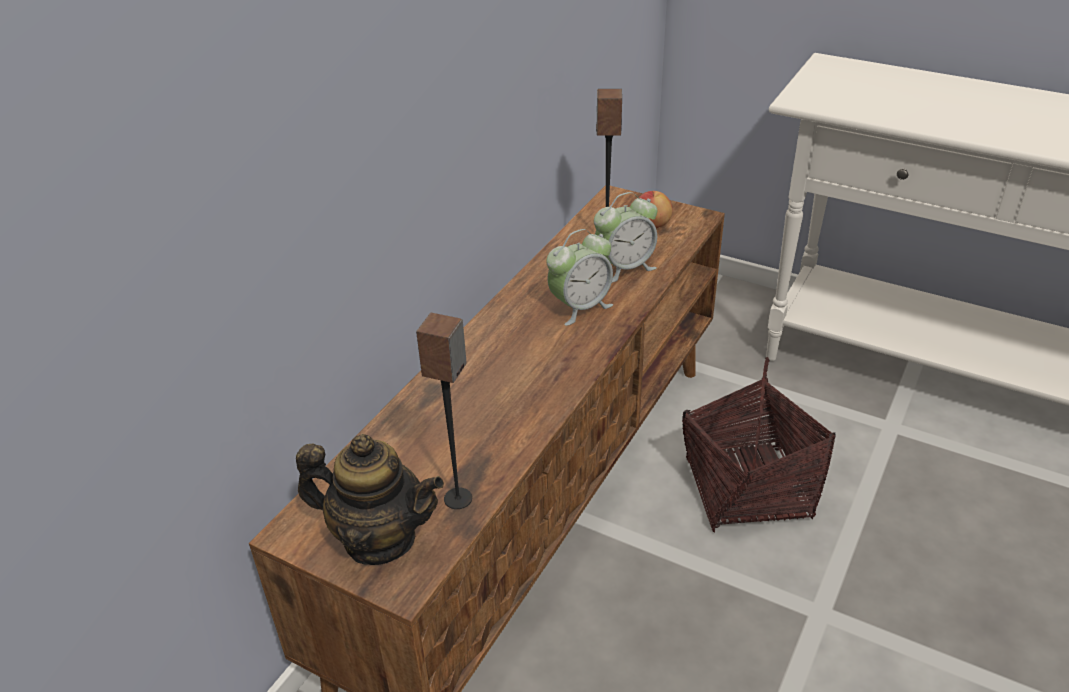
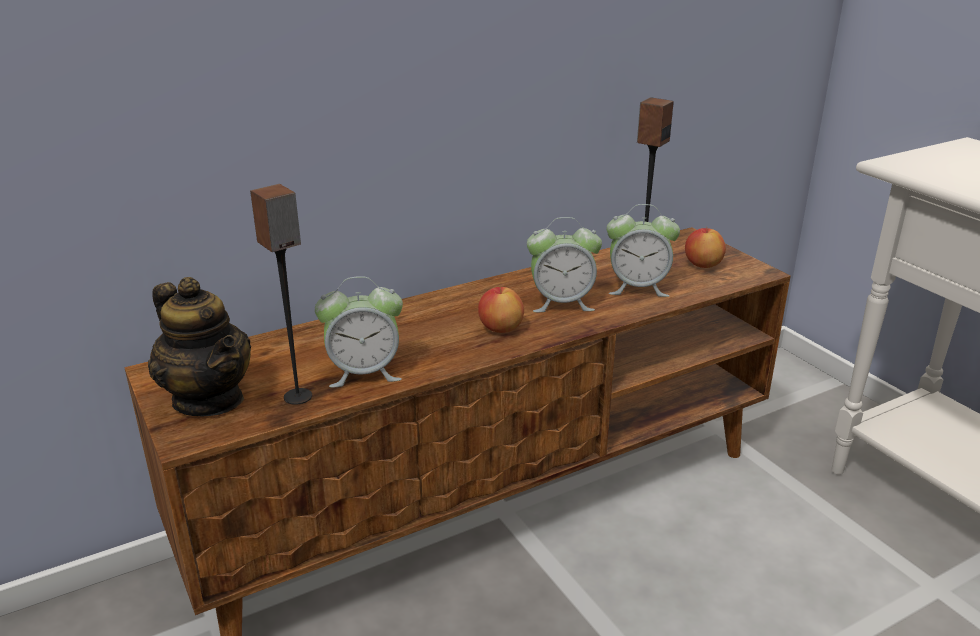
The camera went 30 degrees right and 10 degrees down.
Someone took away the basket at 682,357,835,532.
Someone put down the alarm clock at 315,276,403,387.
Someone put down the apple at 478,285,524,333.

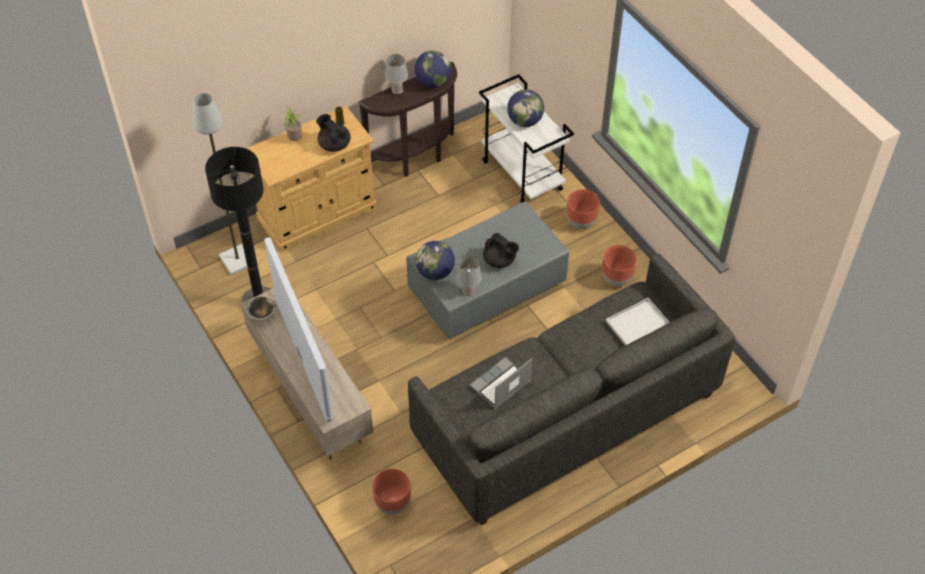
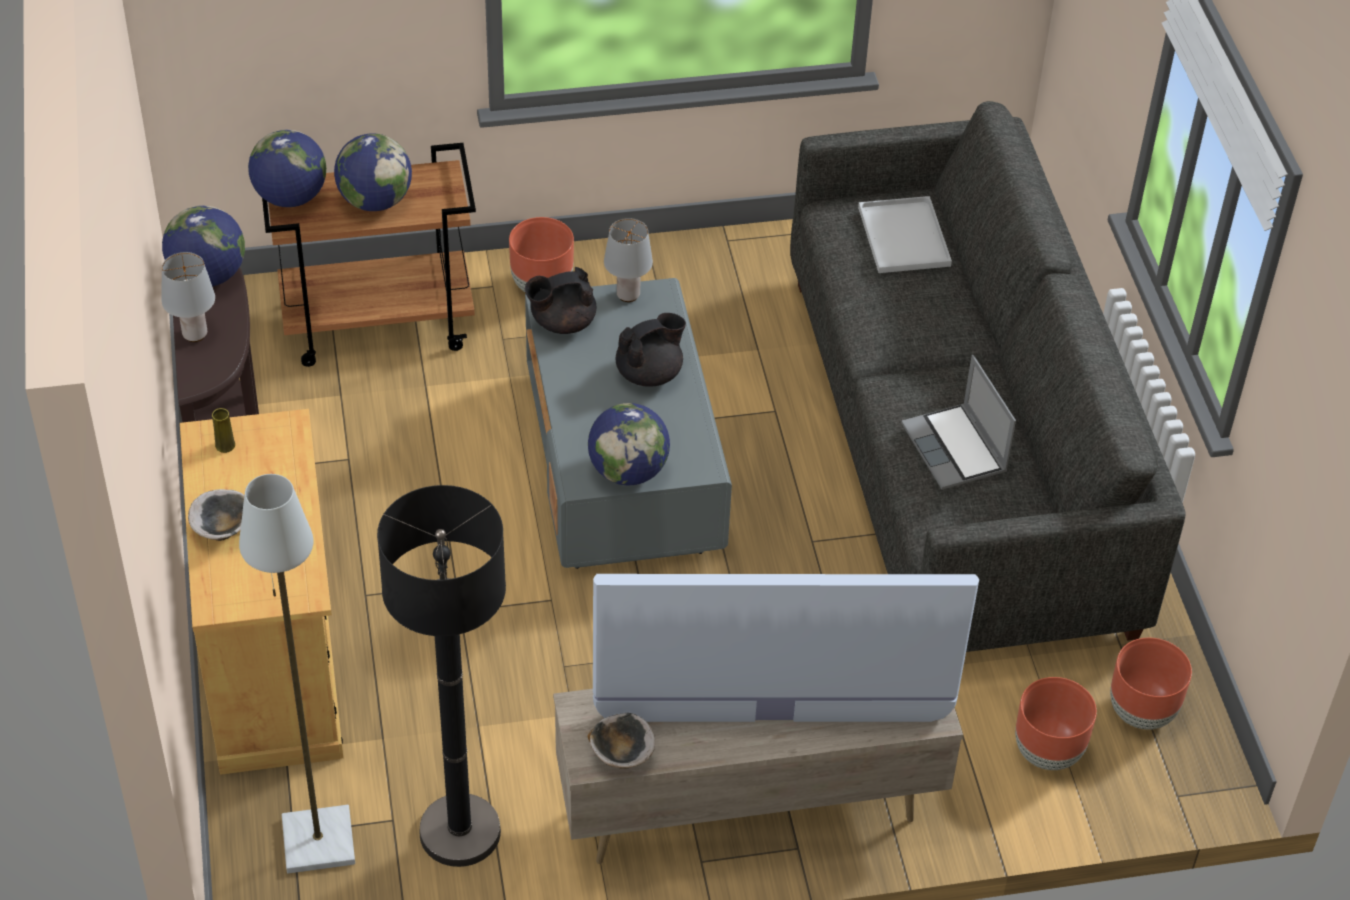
The camera went 70 degrees left and 5 degrees down.
Someone put down the globe at 248,130,326,207.
Someone carried the black teapot from 316,114,351,152 to 525,267,596,334.
Someone carried the grey table lamp from 456,256,482,296 to 604,218,653,302.
Someone carried the brown planter from 602,245,637,286 to 1110,638,1192,730.
Someone swapped the potted plant at 284,106,302,141 for the bowl at 188,489,244,541.
Someone repainted the white cart at 479,74,574,203, which became the brown cart at 262,143,476,367.

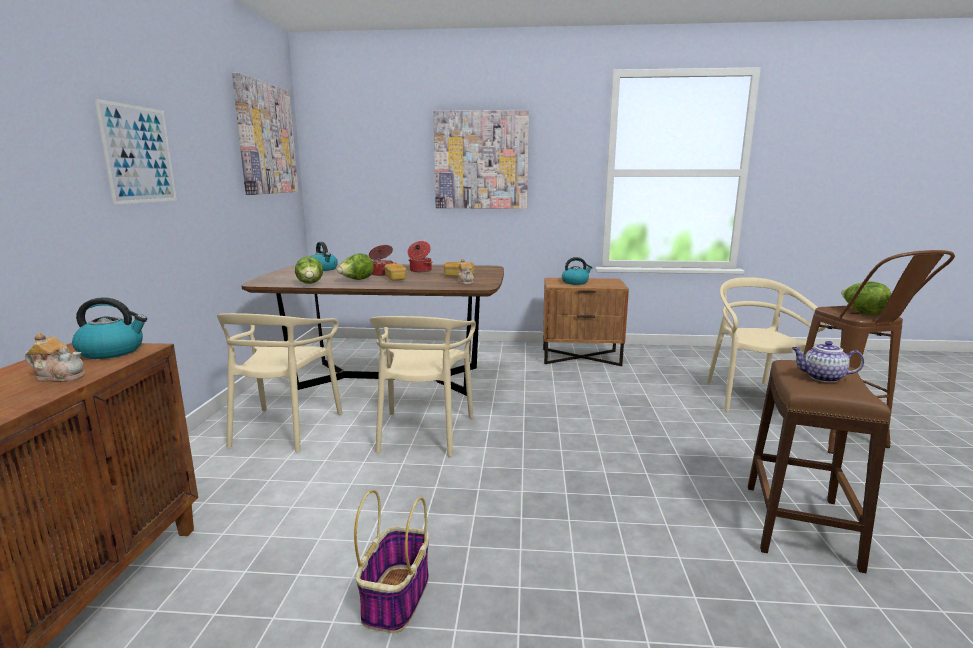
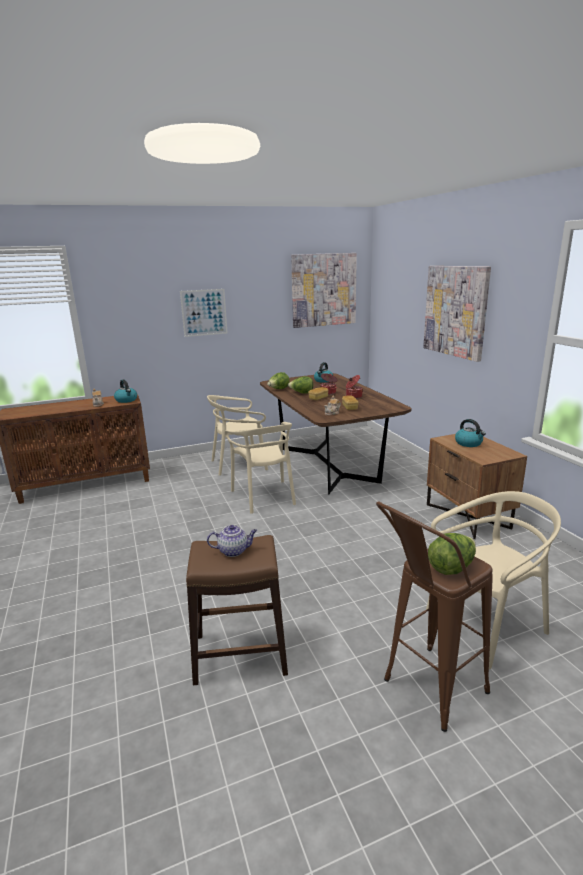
The camera went 65 degrees right and 5 degrees up.
Someone took away the basket at 354,490,429,633.
Someone rotated the beige chair at 370,316,476,457 by 90 degrees counterclockwise.
Someone rotated the teapot at 792,341,864,382 by 90 degrees clockwise.

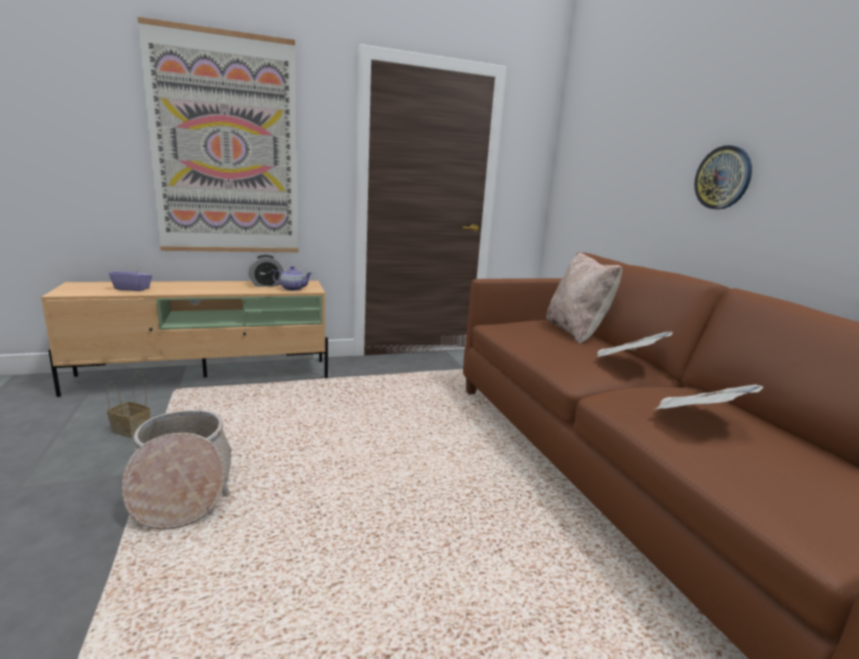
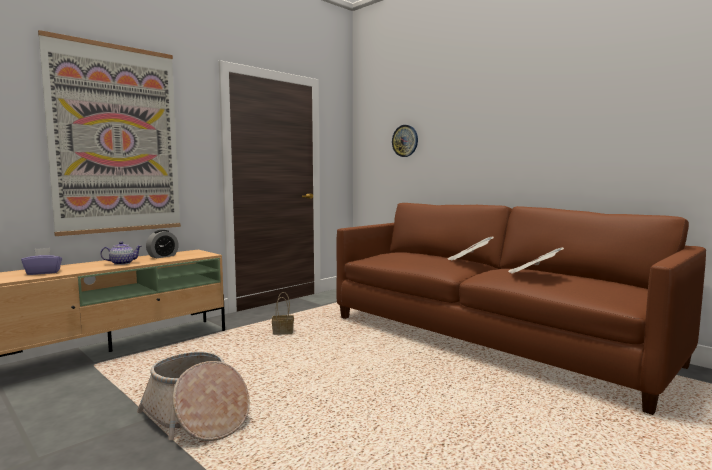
The camera went 25 degrees left and 10 degrees down.
Someone took away the beige pillow at 546,252,622,343.
Someone carried the basket from 106,371,150,438 to 272,292,294,335.
Someone carried the teapot from 273,266,312,291 to 100,241,141,265.
Someone carried the wall clock from 694,145,752,209 to 392,125,418,157.

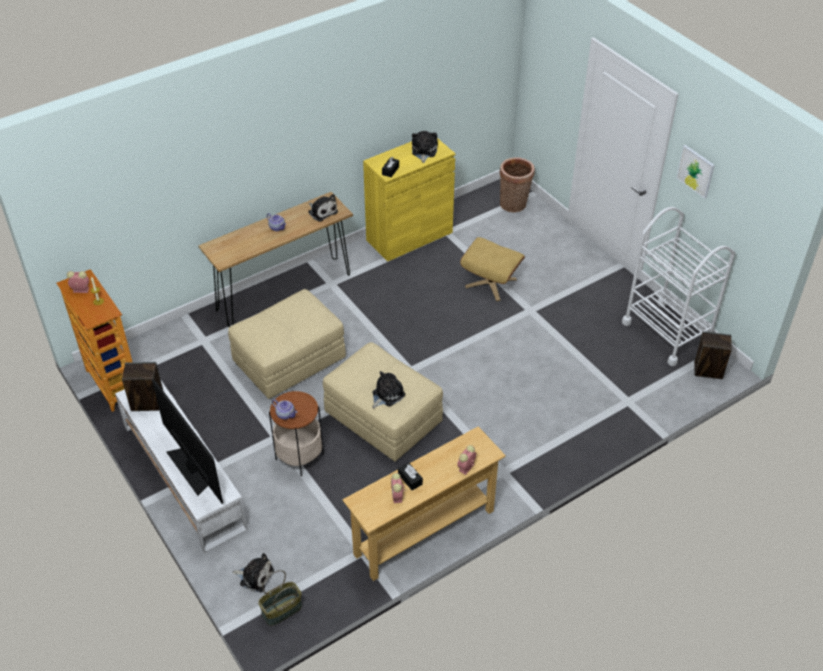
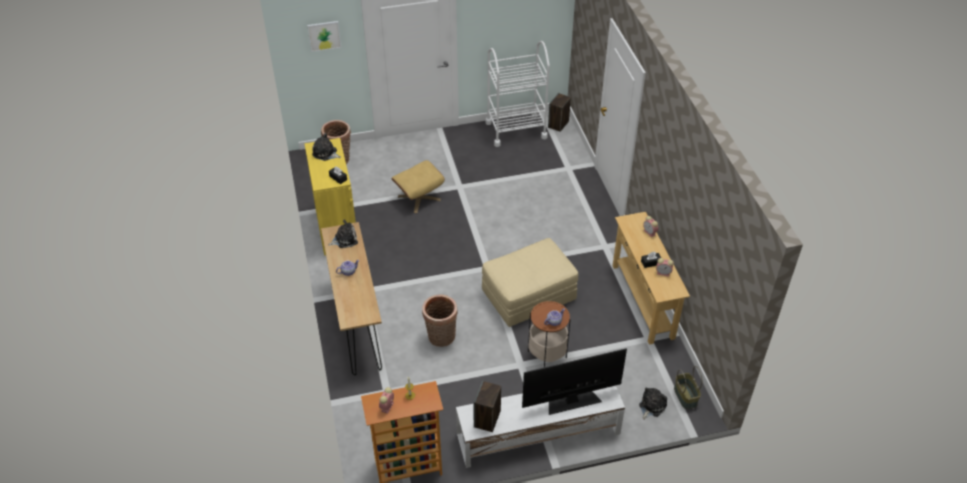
The camera went 70 degrees left and 0 degrees up.
Someone took away the plush toy at 372,371,405,408.
Someone carried the picture from 676,145,715,199 to 307,21,341,52.
Someone swapped the beige ottoman at 228,289,346,399 for the basket at 422,295,458,347.

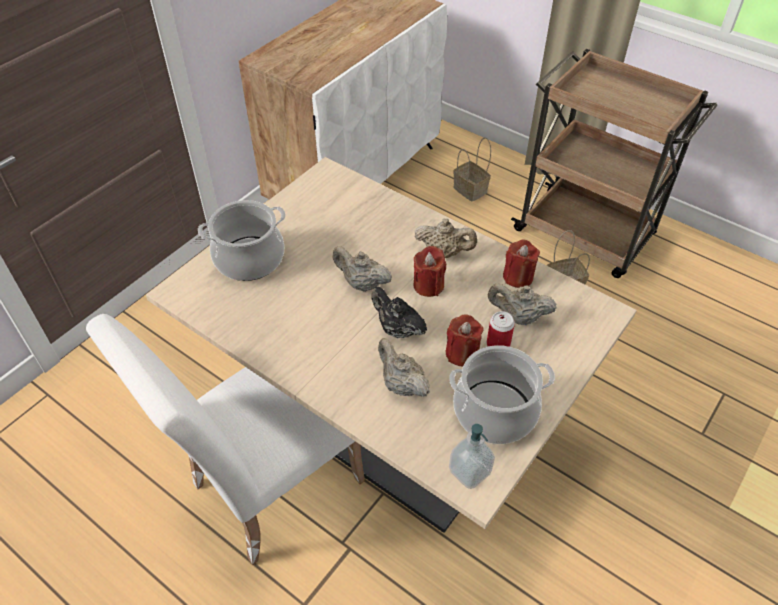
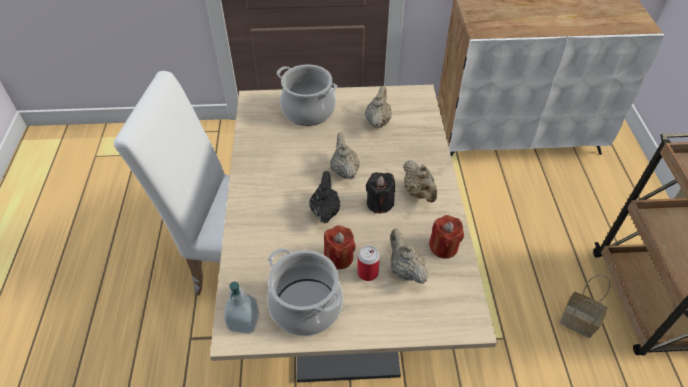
The camera went 50 degrees right and 0 degrees up.
Someone took away the basket at 453,137,491,201.
Someone carried the beige teapot from 378,338,430,397 to 365,86,392,128.
Someone repainted the red candle at 414,246,446,297, which became the black candle at 366,172,395,214.

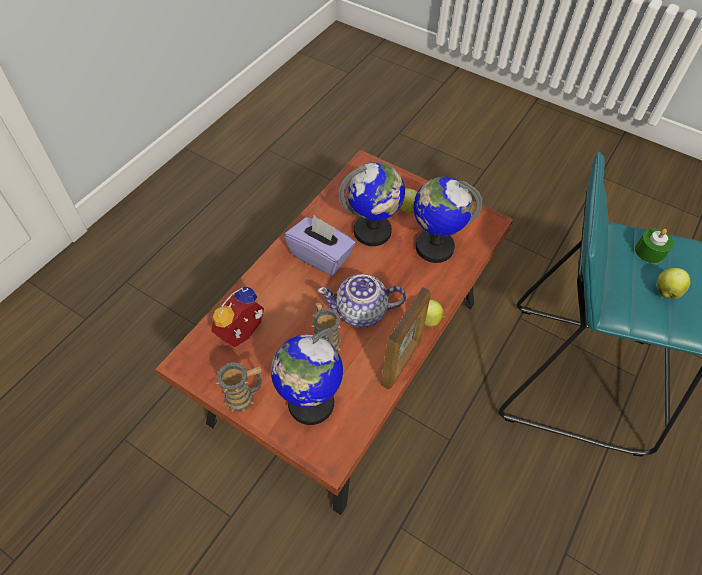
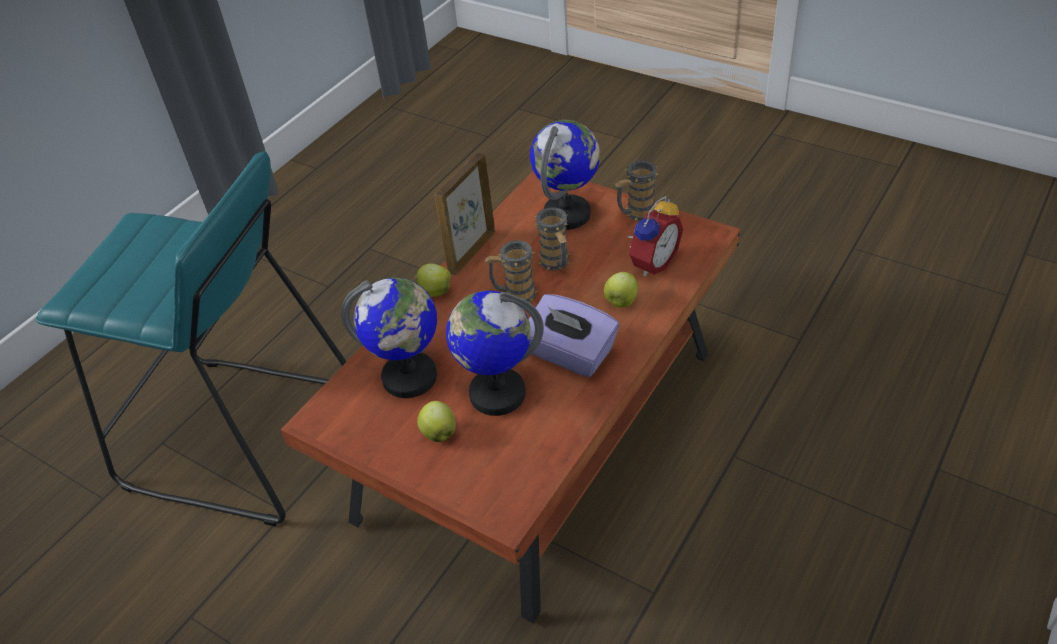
The camera went 175 degrees left and 10 degrees down.
Someone took away the green candle at 635,228,674,263.
Someone carried the apple from 657,268,691,299 to 604,272,638,308.
Someone swapped the teapot at 317,274,406,328 for the mug at 485,240,539,302.

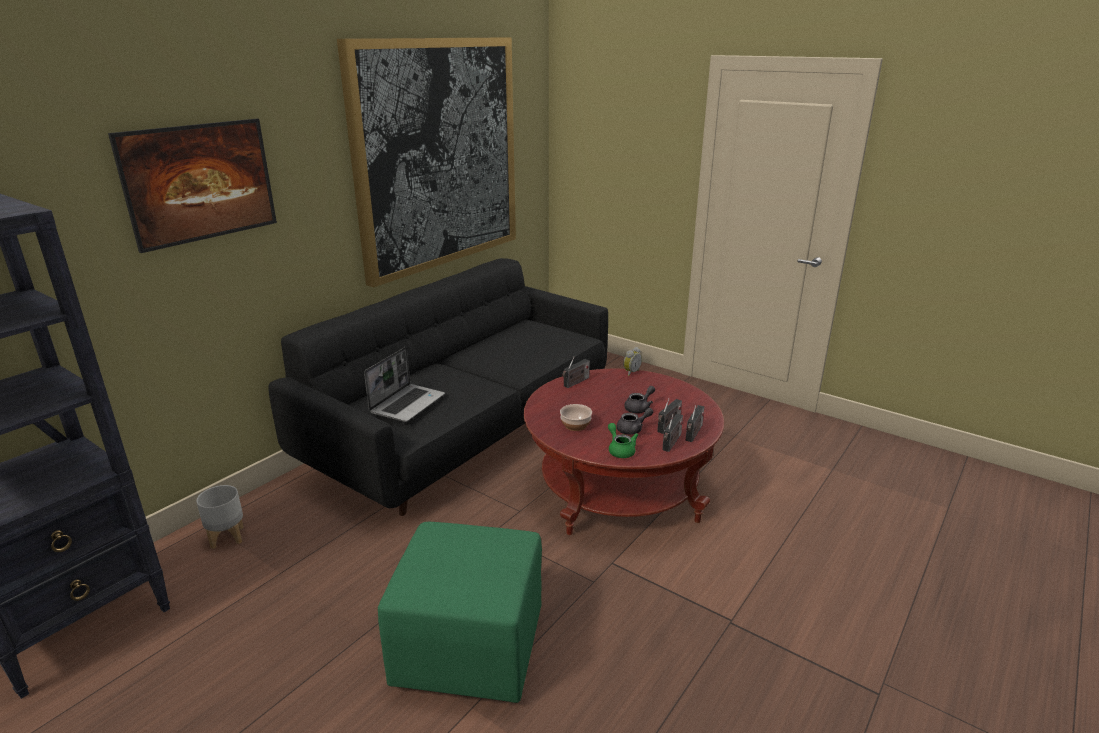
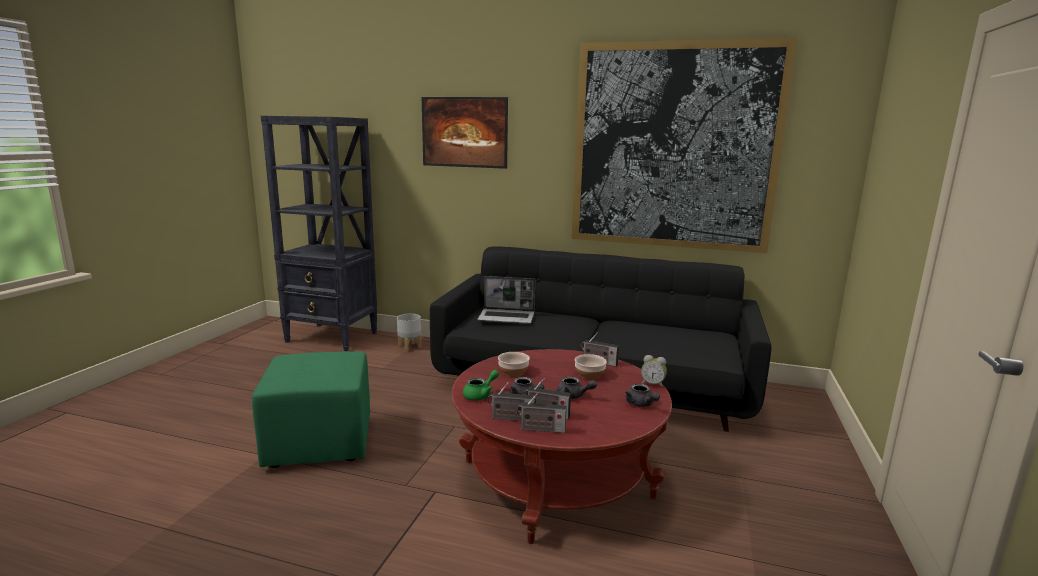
The camera went 70 degrees right and 10 degrees down.
Someone put down the bowl at 574,354,607,379.
Someone put down the grey teapot at 625,383,660,407.

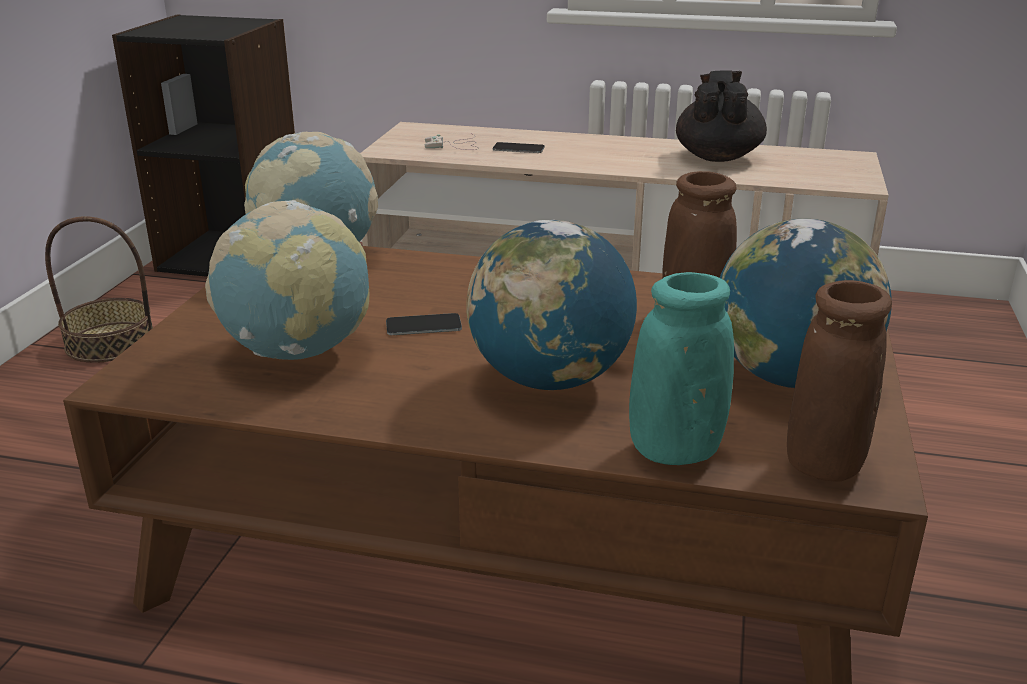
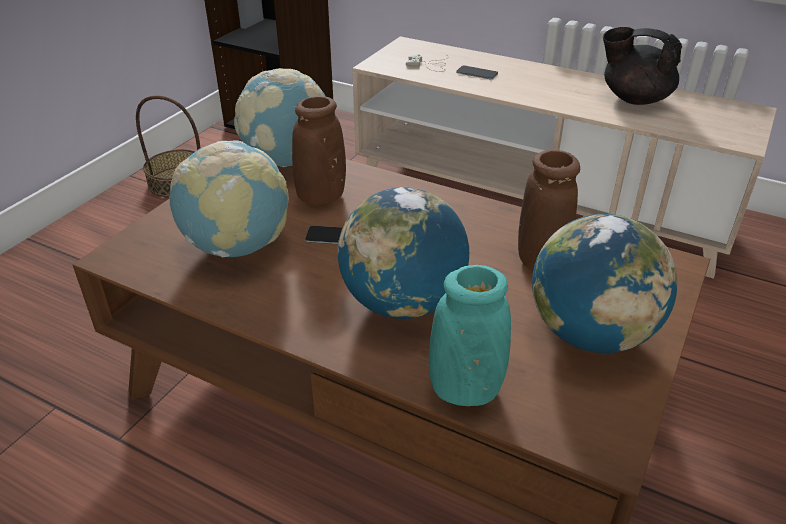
The camera went 15 degrees right and 10 degrees up.
Someone carried the brown vase from 787,280,892,482 to 292,96,346,206.
Someone rotated the black teapot at 676,71,767,162 by 90 degrees counterclockwise.

